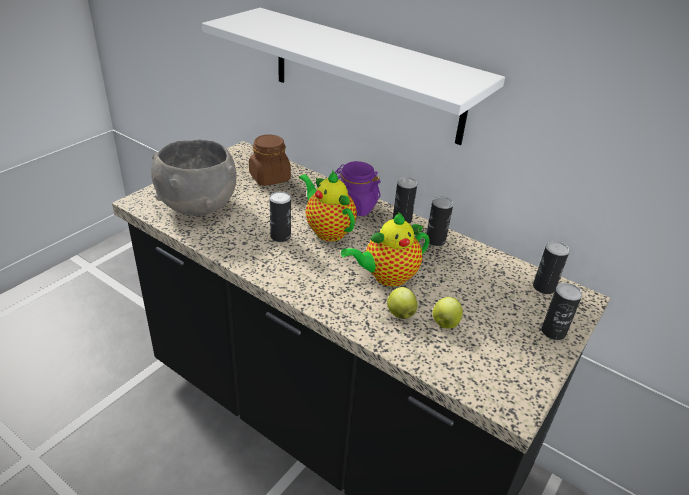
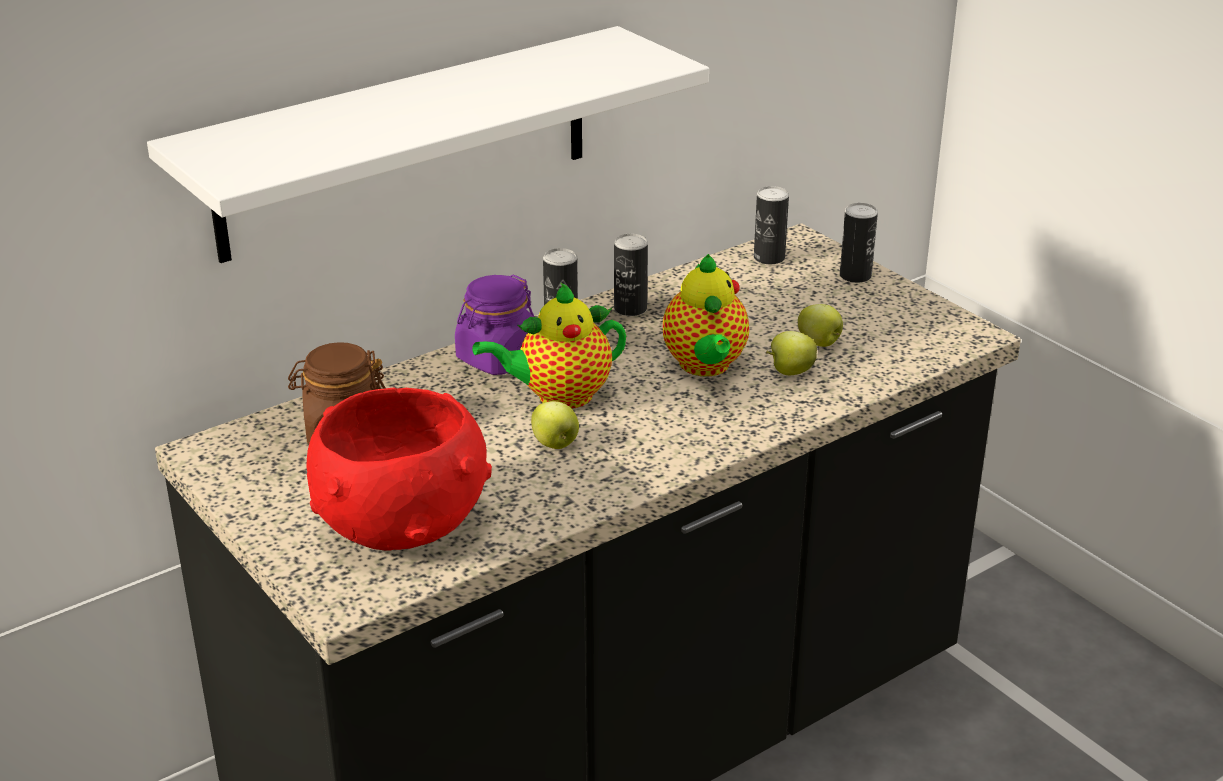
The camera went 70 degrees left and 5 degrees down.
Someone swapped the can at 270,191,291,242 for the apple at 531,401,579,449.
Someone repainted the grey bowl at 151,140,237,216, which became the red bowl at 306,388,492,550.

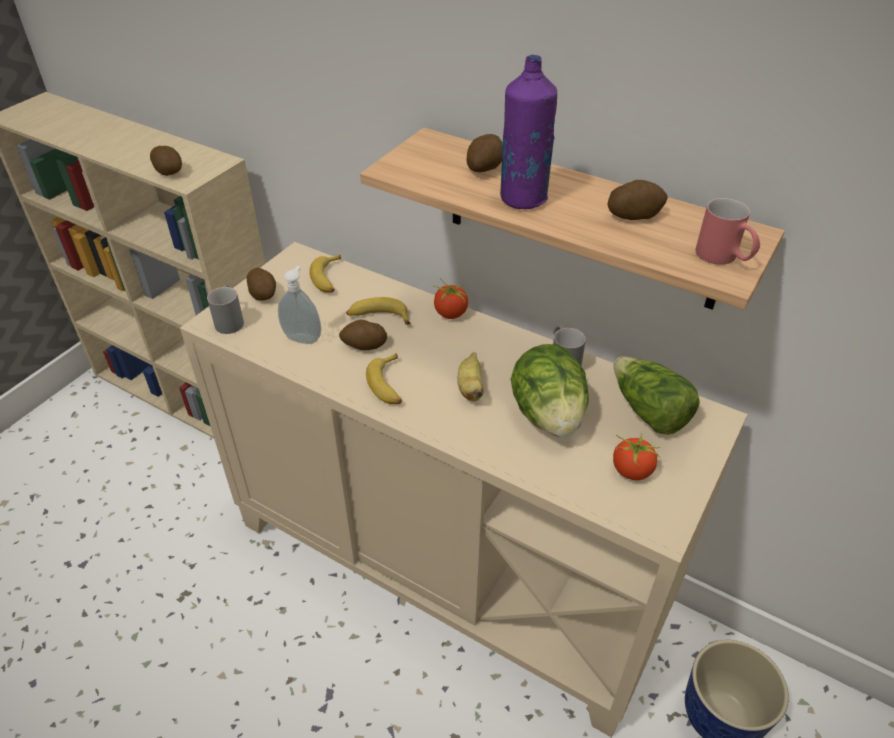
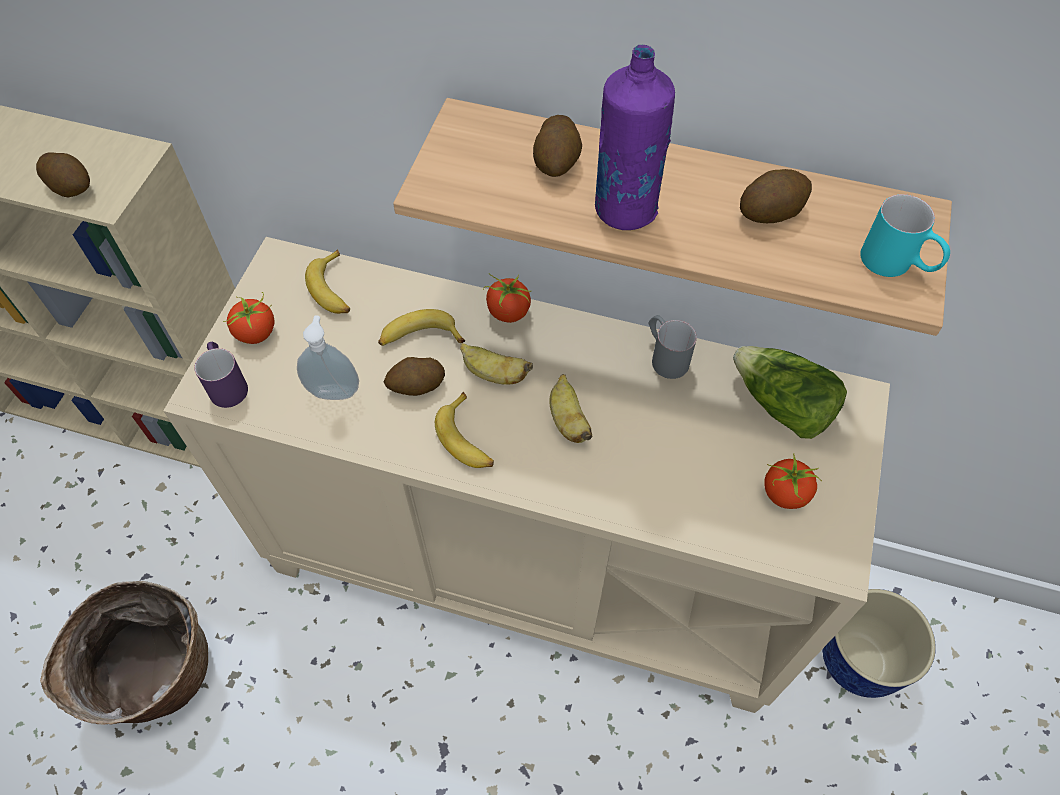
The camera went 15 degrees left and 15 degrees up.
Someone took away the lettuce at 511,344,589,437.
Someone put down the basket at 40,581,208,724.
Someone put down the banana at 460,343,533,385.
Someone swapped the potato at 247,268,276,300 for the tomato at 223,292,275,344.
Someone repainted the grey mug at 207,285,244,334, which became the purple mug at 194,342,248,408.
Someone repainted the red mug at 695,198,760,265, which became the turquoise mug at 860,194,950,277.

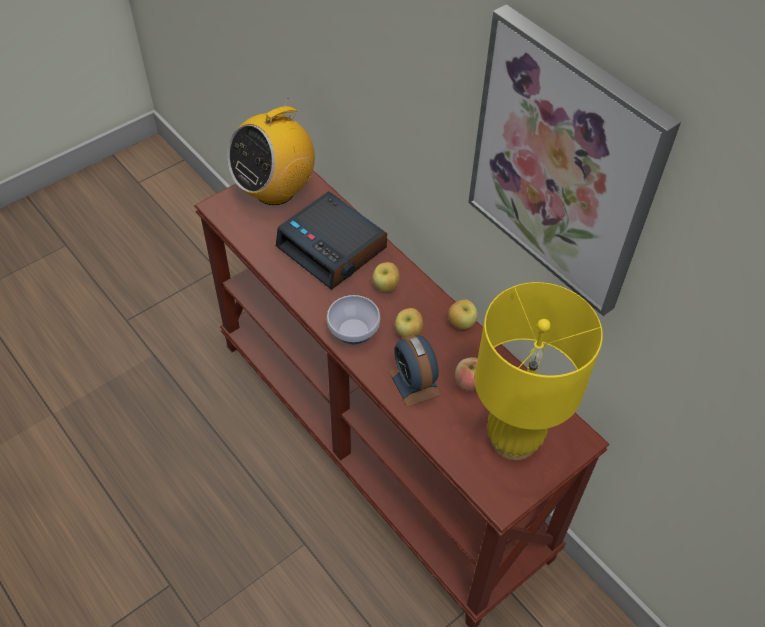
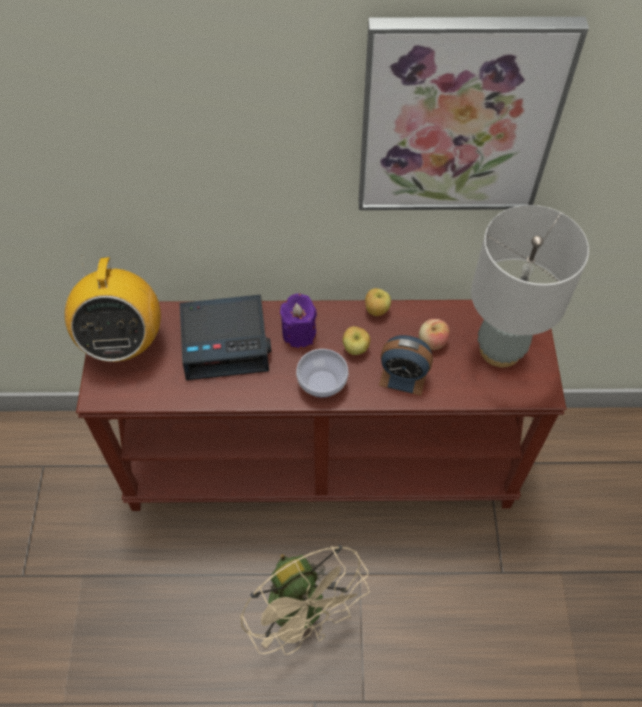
The camera went 50 degrees left and 5 degrees up.
Someone put down the beige fan at 240,545,370,655.
Someone swapped the apple at 373,262,400,292 for the purple candle at 280,294,317,348.
Someone repainted the yellow table lamp at 475,282,603,460, which became the grey table lamp at 471,205,589,367.

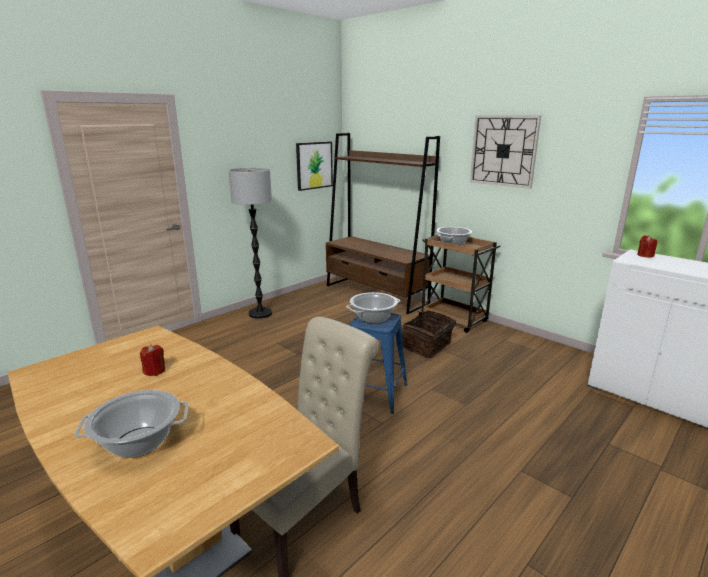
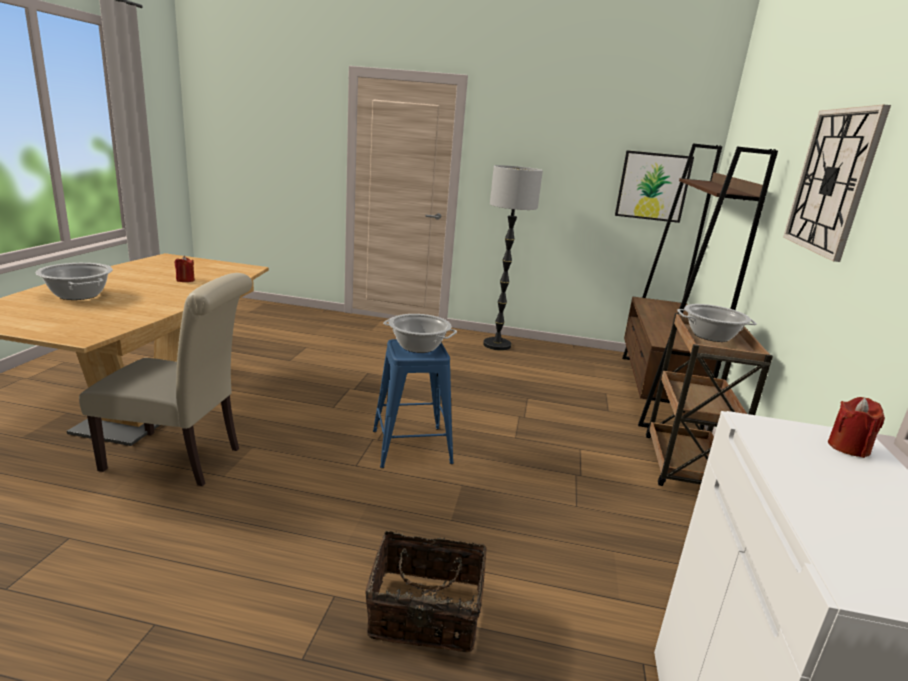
The camera went 55 degrees right and 0 degrees up.
Someone carried the basket from 402,310,458,359 to 365,531,487,652.

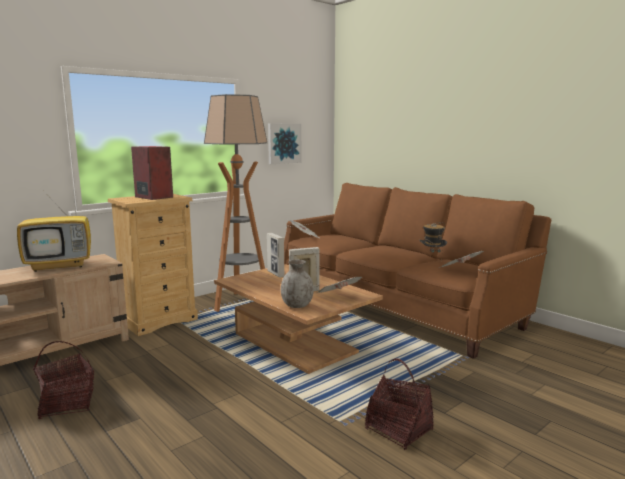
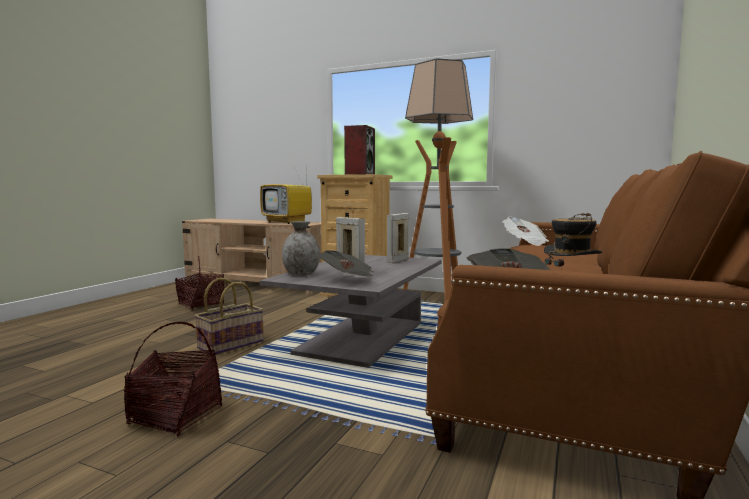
The camera went 65 degrees right and 5 degrees down.
Someone took away the picture at 268,124,301,164.
Someone put down the basket at 194,278,264,355.
Someone repainted the brown coffee table at 214,264,383,374, which became the grey coffee table at 260,255,442,368.

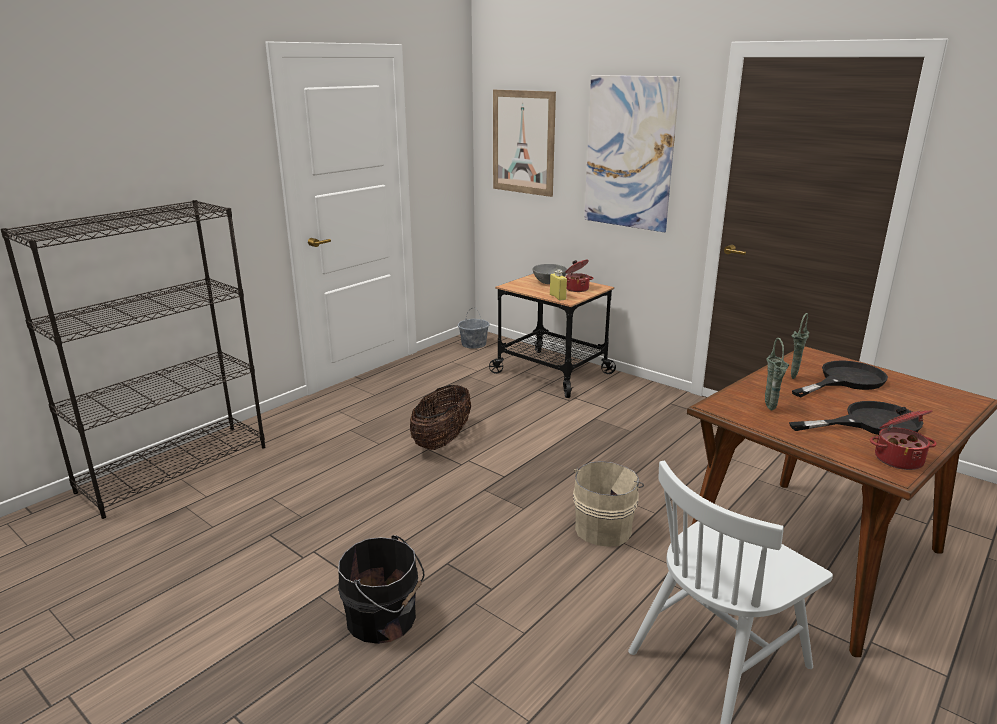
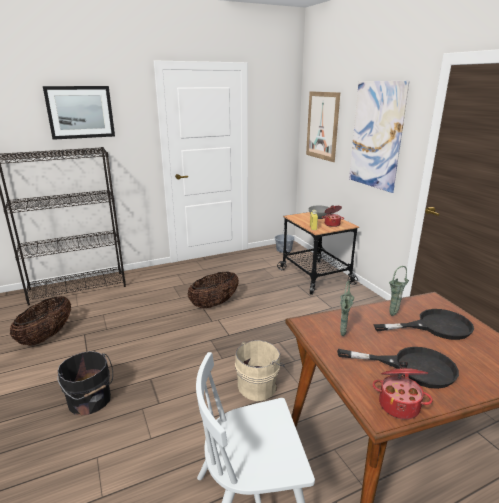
The camera went 25 degrees right and 0 degrees up.
Someone put down the basket at 10,296,71,346.
Someone put up the picture at 43,86,115,140.

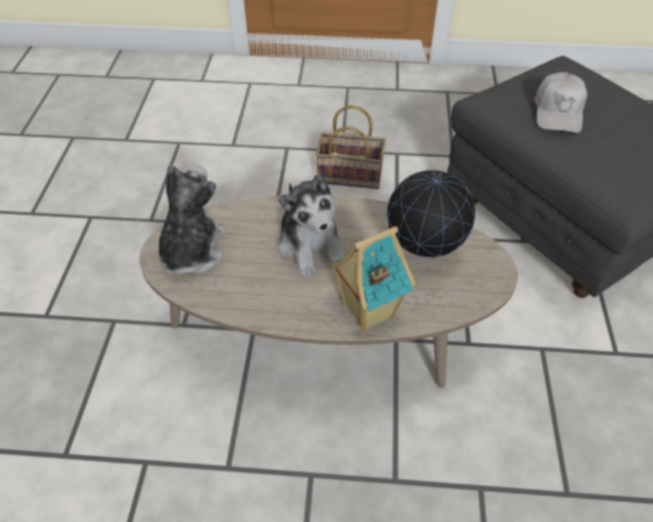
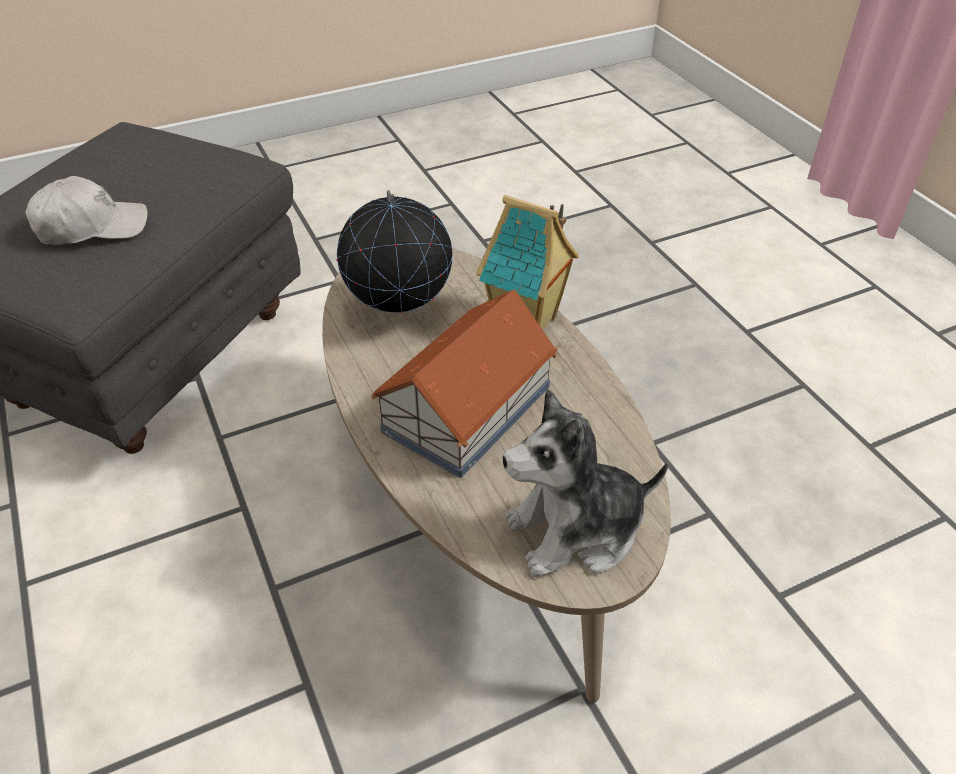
The camera went 120 degrees left and 5 degrees down.
Someone took away the basket at 316,105,386,189.
Someone swapped the plush toy at 278,173,345,277 for the toy house at 371,290,558,478.

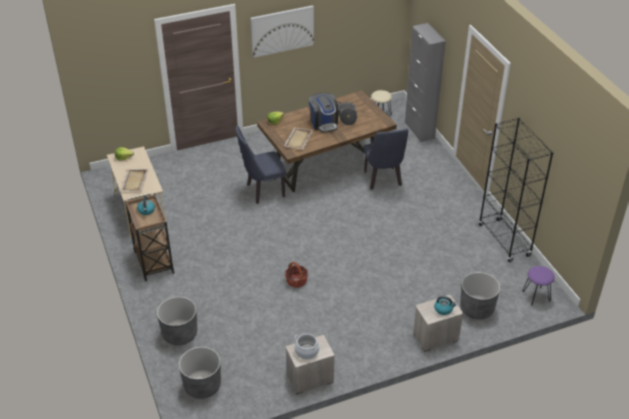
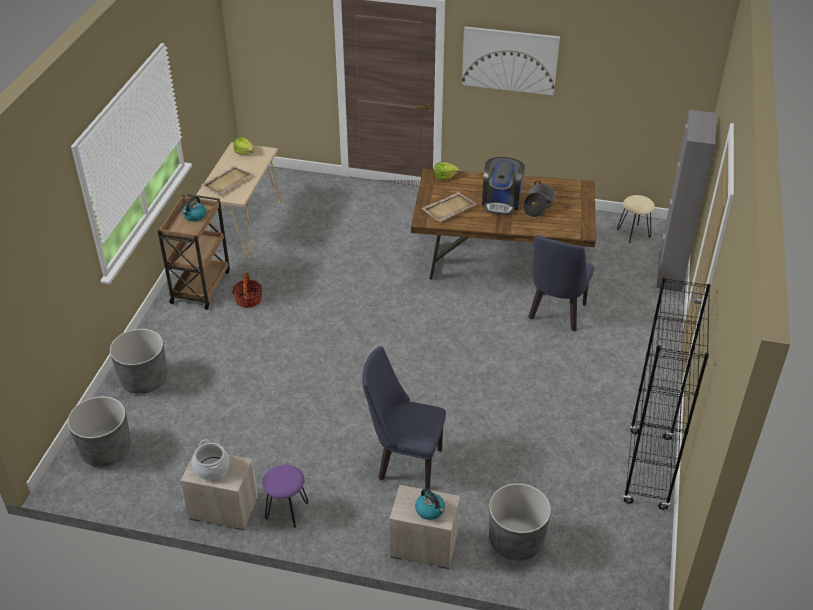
The camera went 35 degrees right and 0 degrees up.
Someone carried the blue chair from 236,126,286,204 to 362,346,446,489.
Someone carried the basket from 285,261,308,288 to 232,273,262,308.
Someone carried the purple stool from 522,266,555,306 to 262,465,308,528.

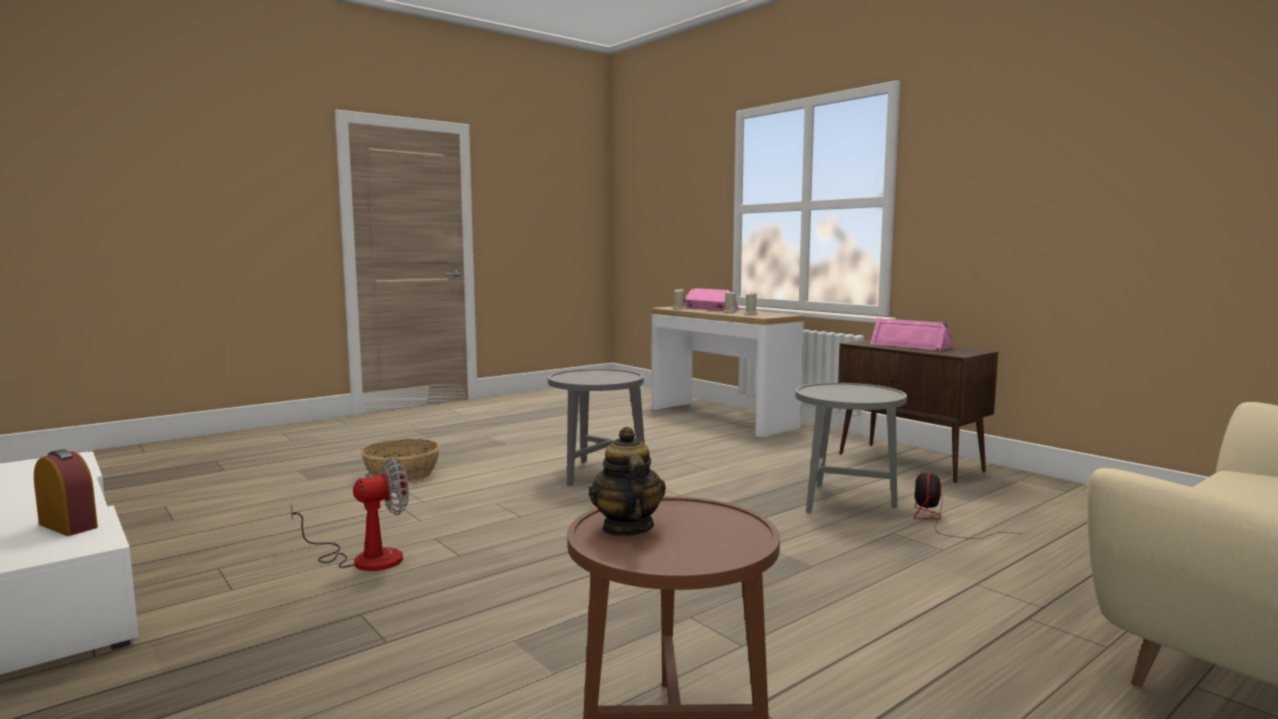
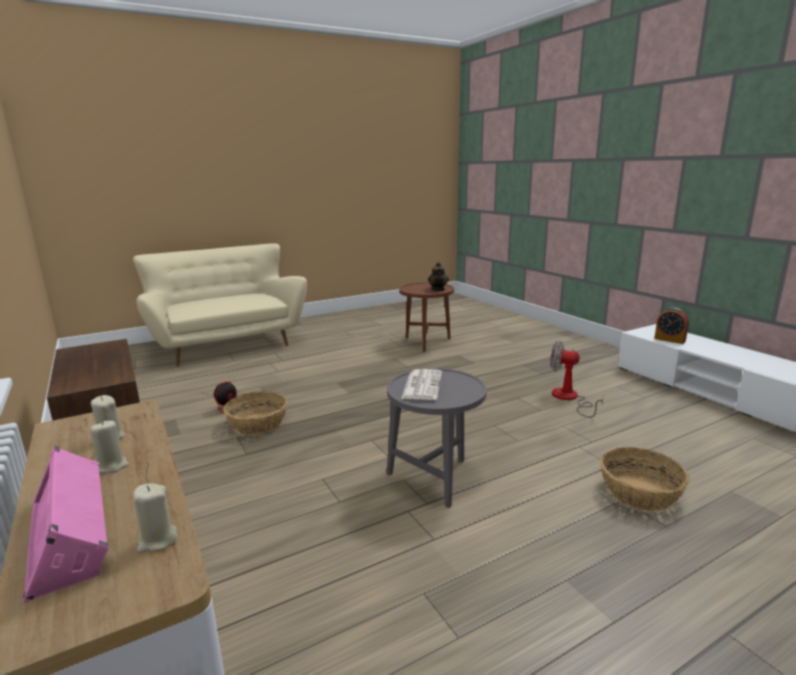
The camera went 170 degrees left and 10 degrees up.
Someone took away the pink speaker at 870,318,952,351.
Someone put down the newspaper at 401,369,442,400.
Someone swapped the grey side table at 795,383,907,513 for the basket at 223,391,288,435.
Someone rotated the fan at 290,458,409,571 by 45 degrees clockwise.

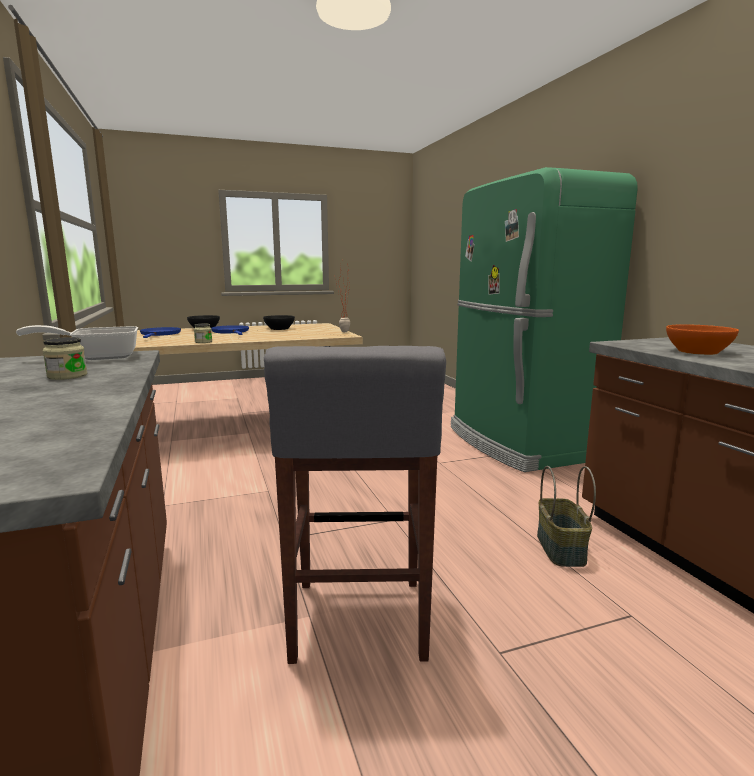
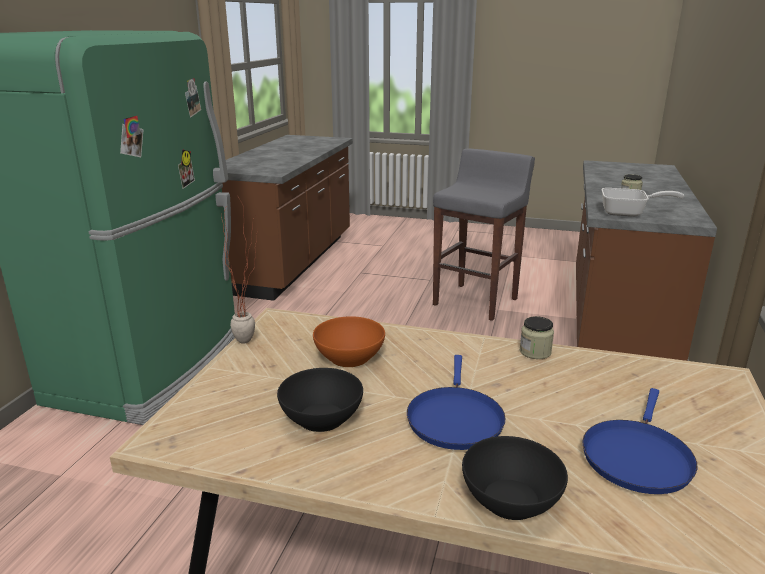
The camera went 145 degrees left and 10 degrees up.
Someone took away the basket at 537,466,596,567.
Someone carried the orange bowl from 666,324,739,355 to 313,316,385,367.

